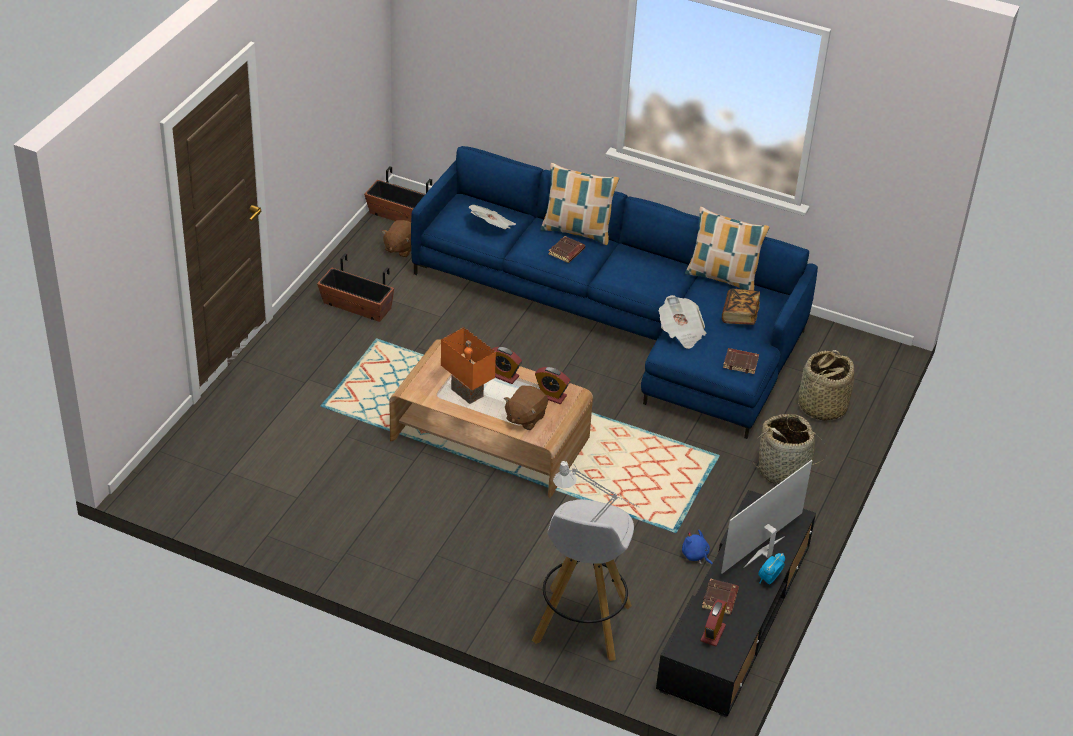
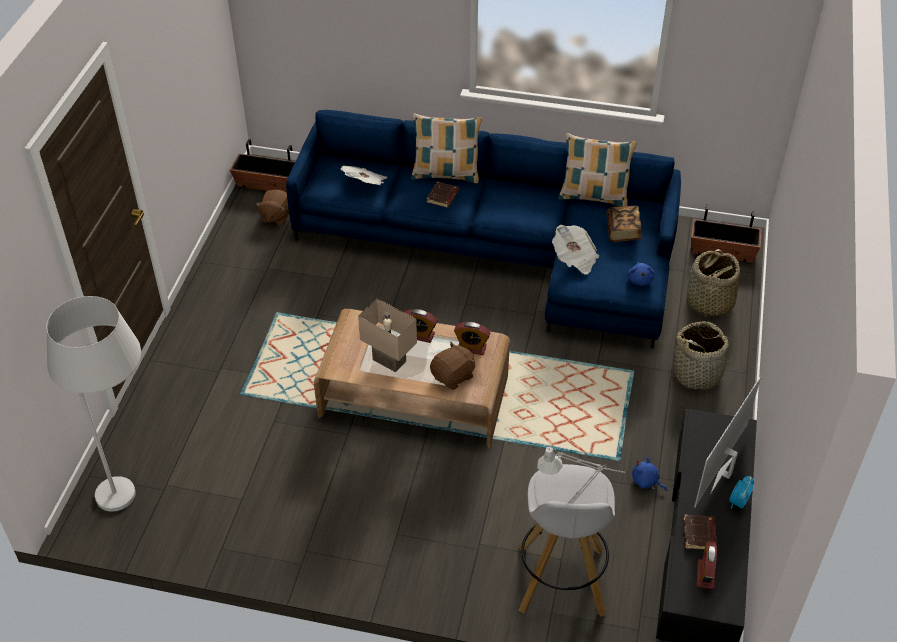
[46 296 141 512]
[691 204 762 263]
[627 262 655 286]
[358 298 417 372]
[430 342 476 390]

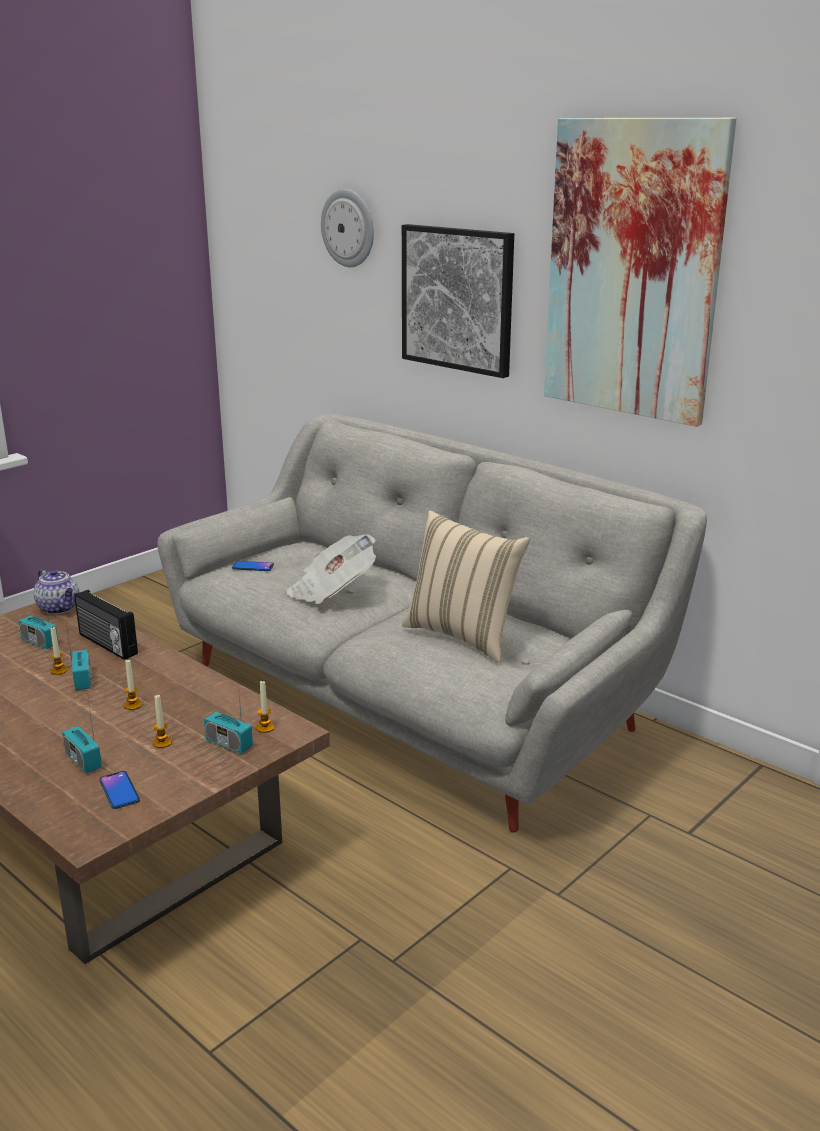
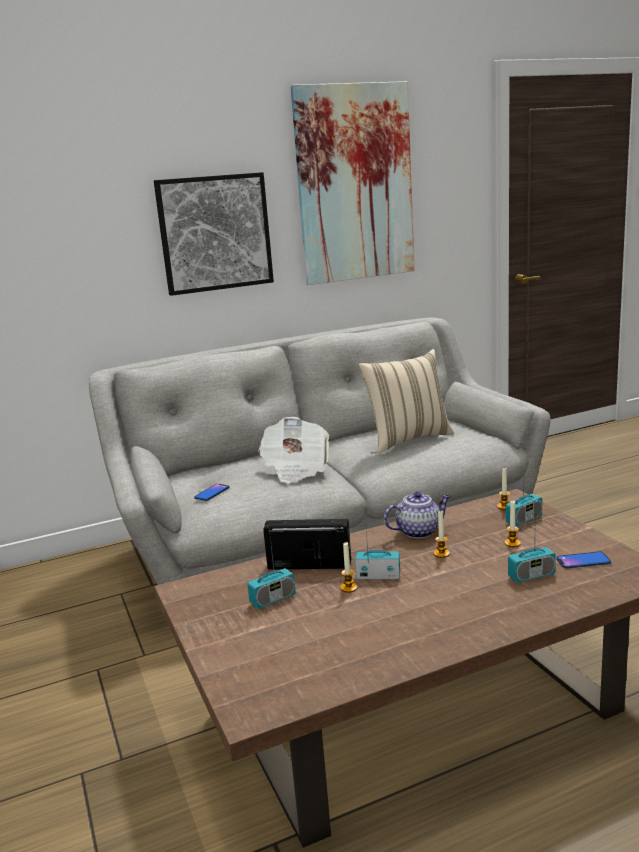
[321 189 374 267] (first image)
[384 491 451 538]
[263 519 351 570]

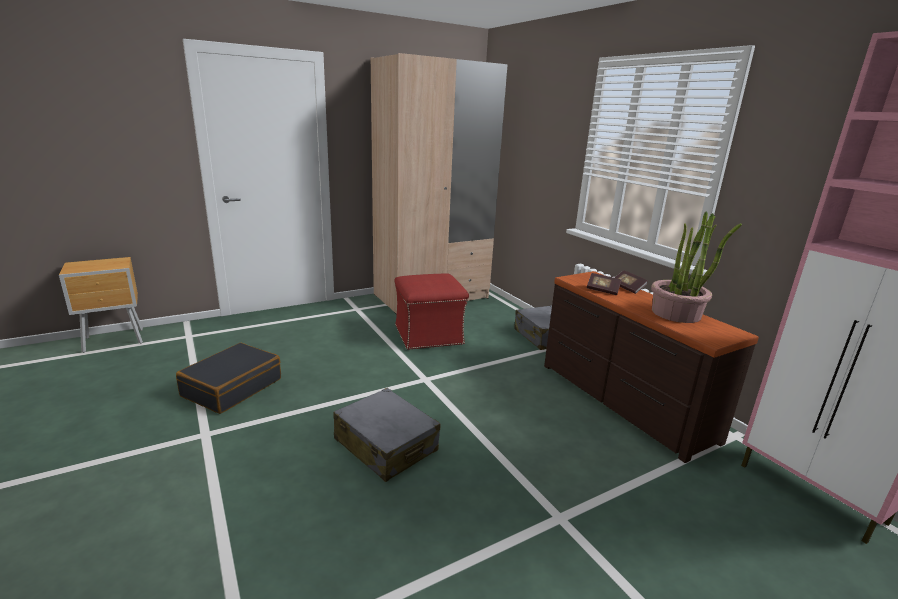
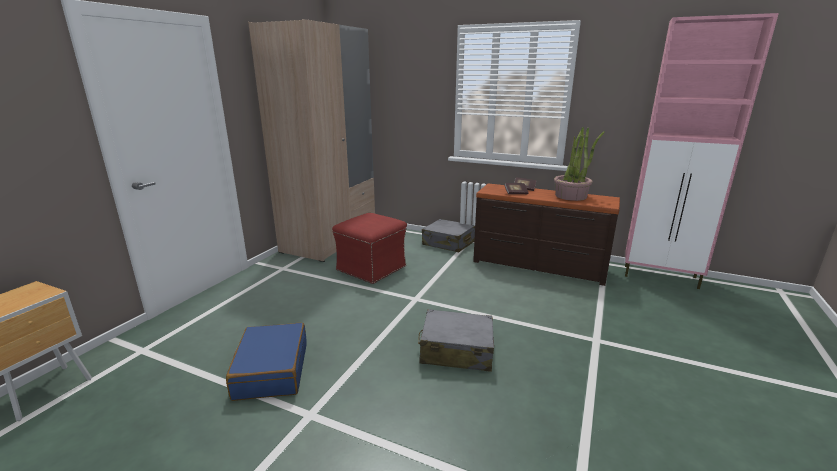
[226 323 307 401]

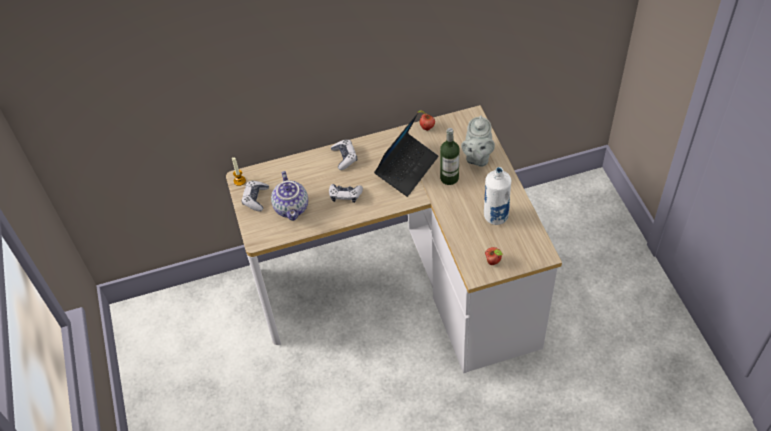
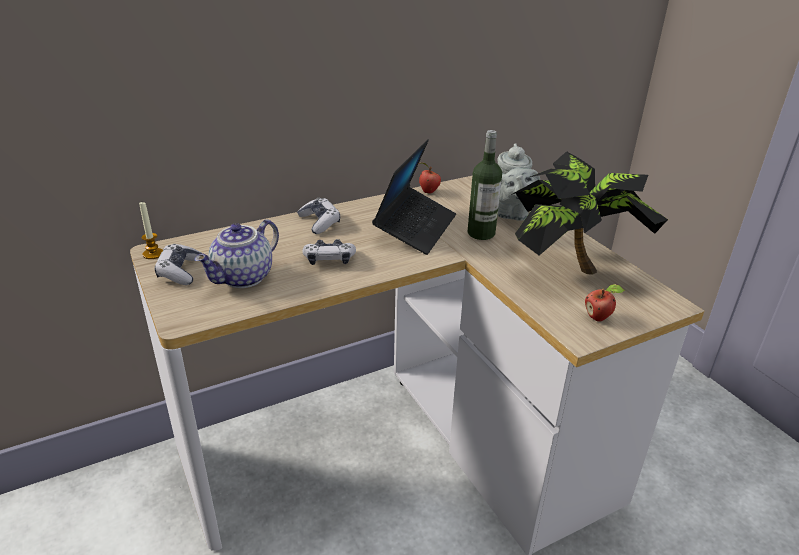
[511 151 668 275]
[194 219 279 288]

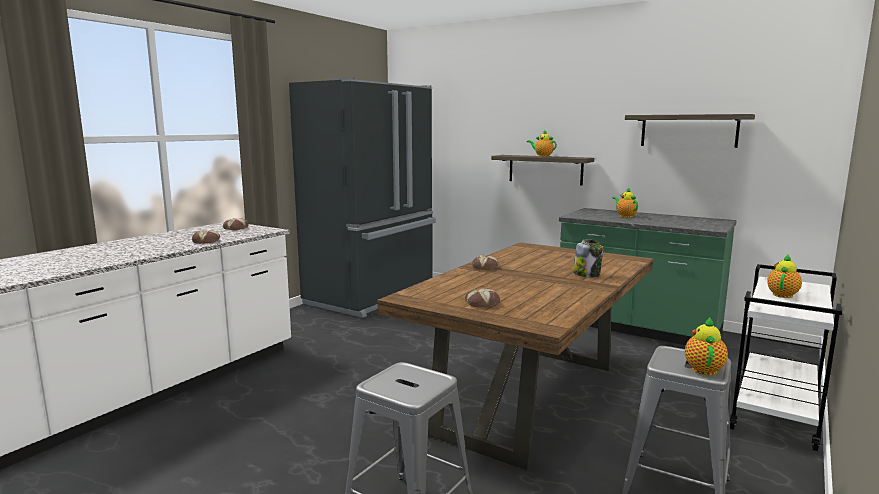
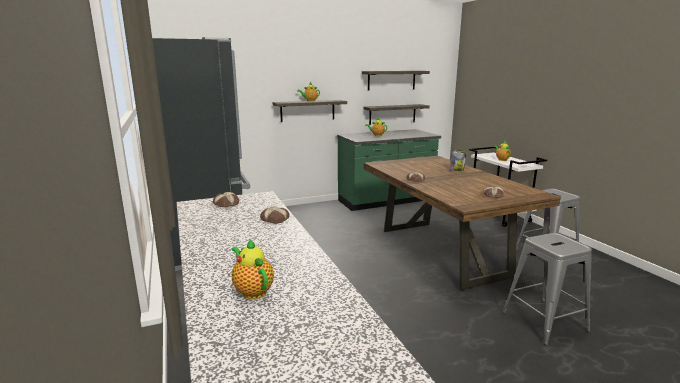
[363 104 430 125]
[231 239 274 299]

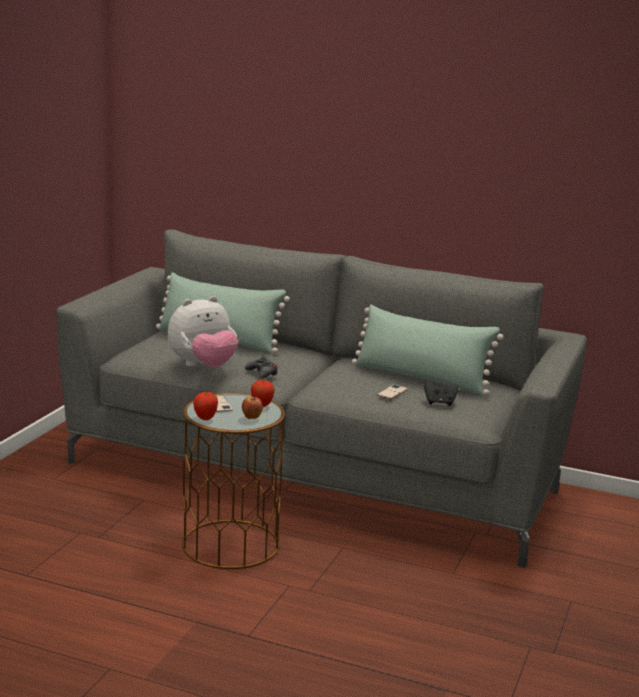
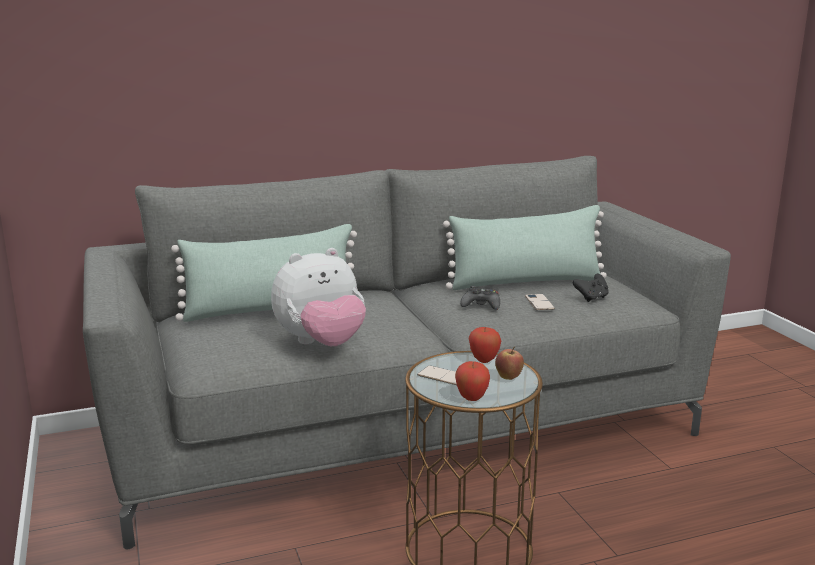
[460 286 500 310]
[271 248 366 346]

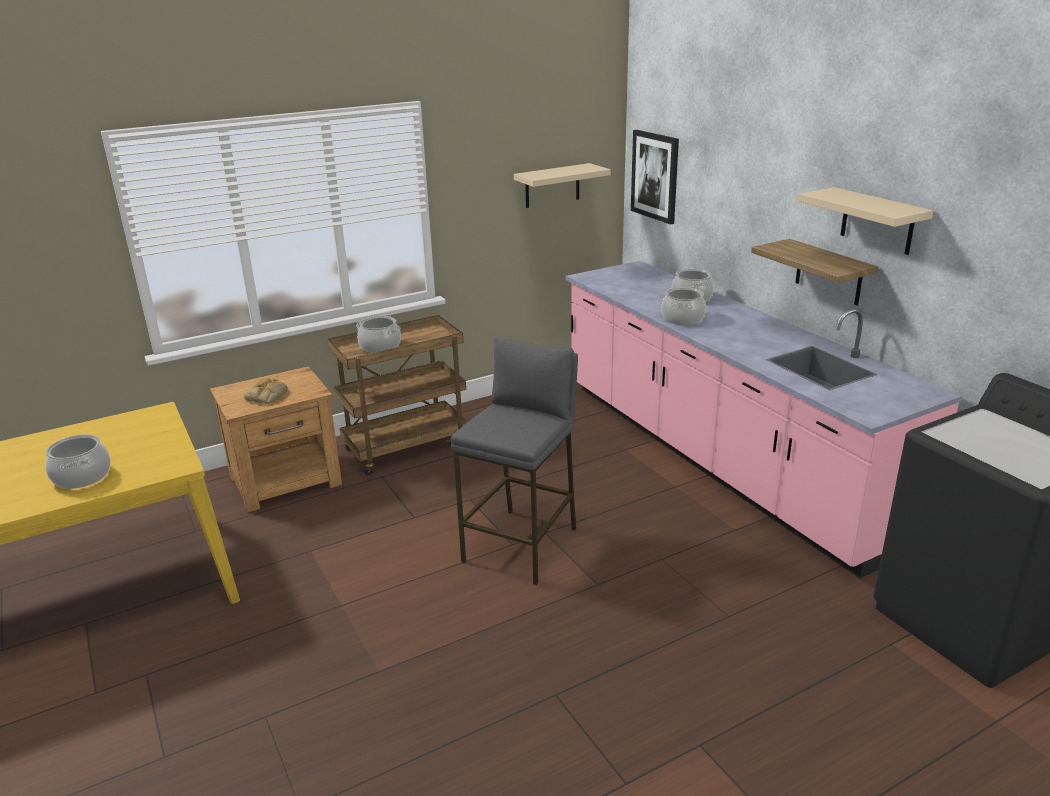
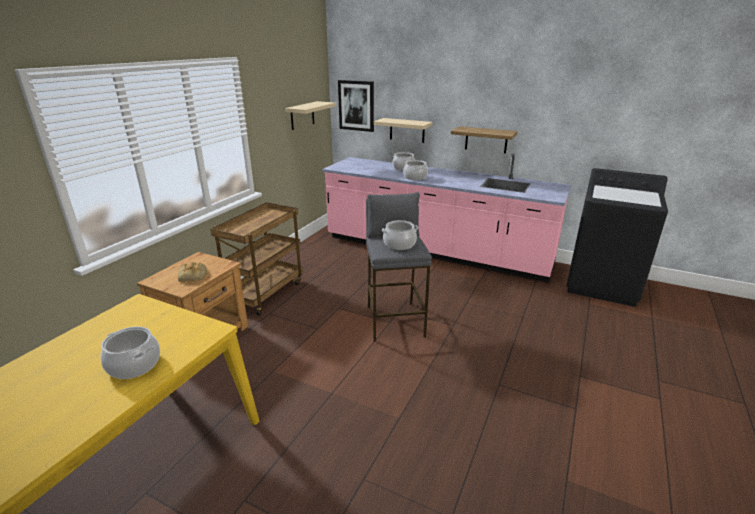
[382 220 418 250]
[374 118 432 143]

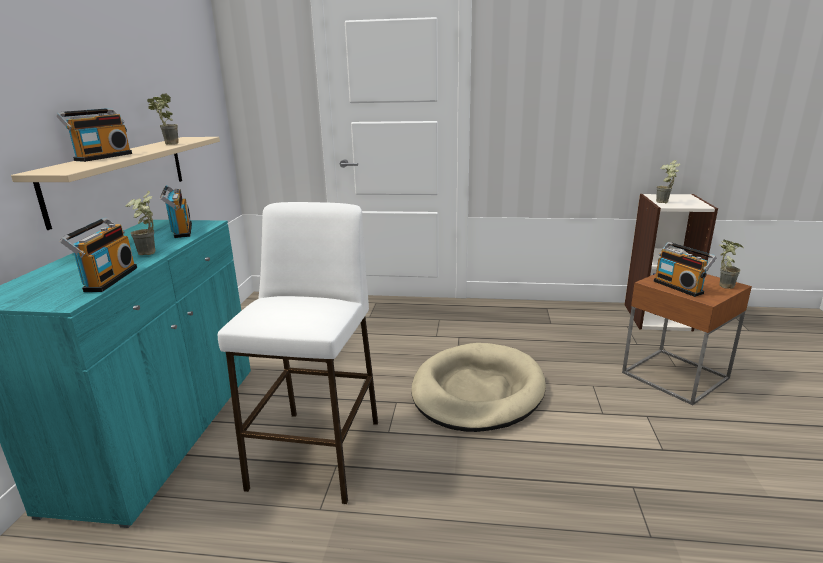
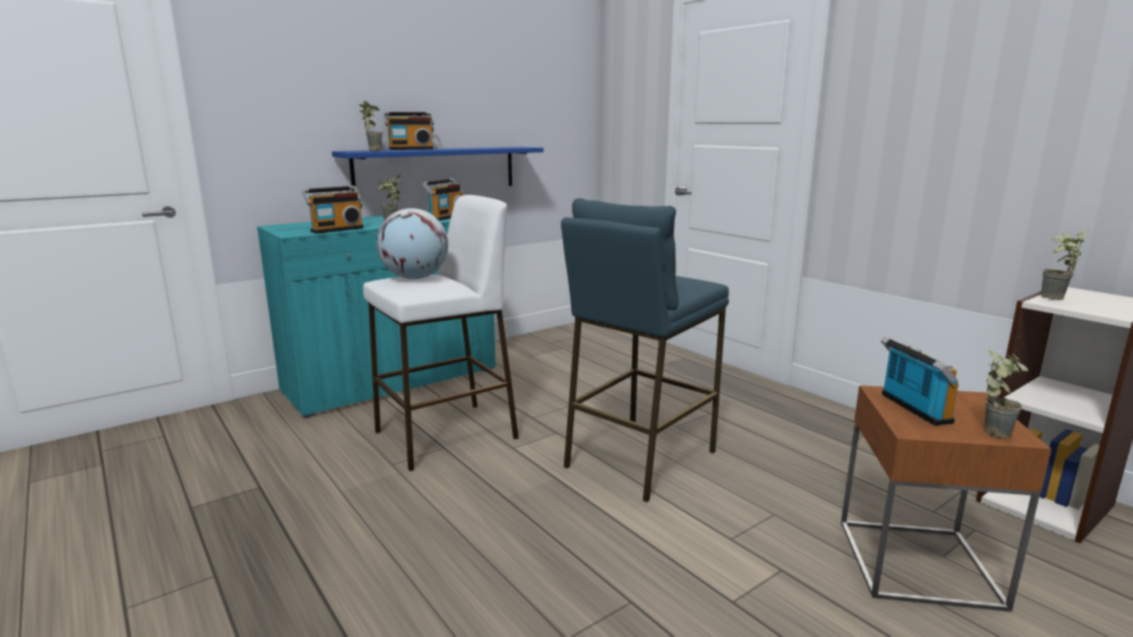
[376 208 448 279]
[359 101 383 151]
[561 198 729 502]
[332 147 544 192]
[881 337 959 426]

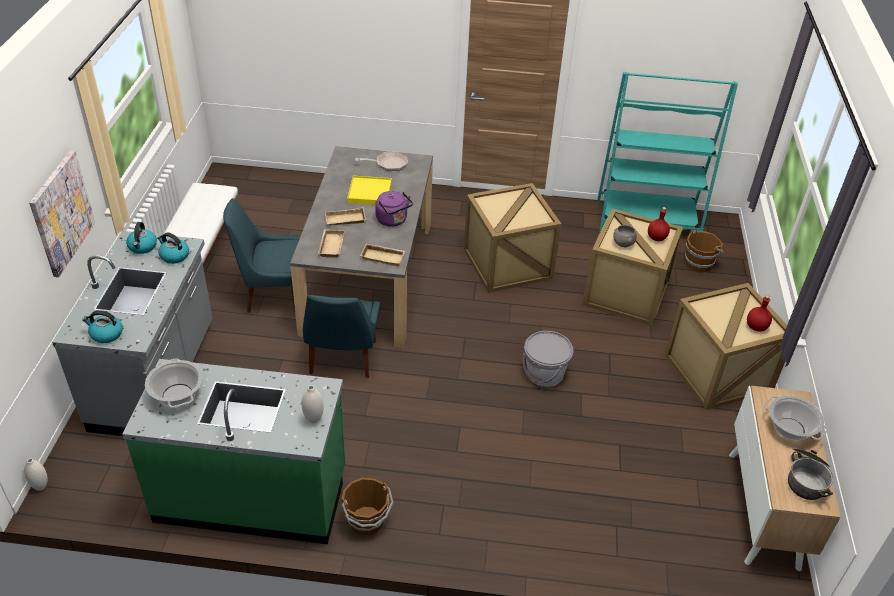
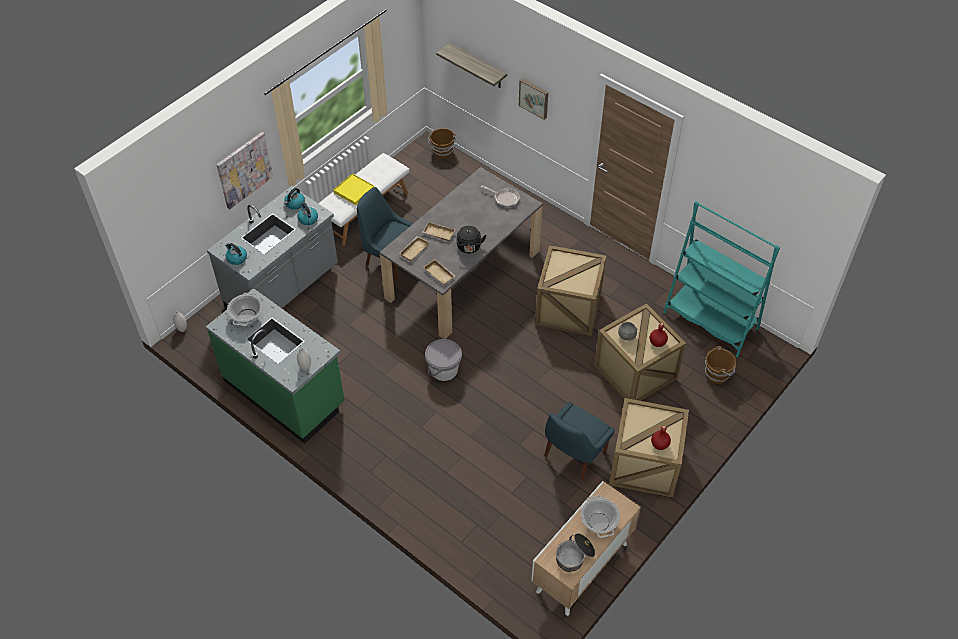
[436 43 507 88]
[519 78 548 120]
[544 402 615 480]
[428 128 456 159]
[333 173 374 205]
[425 339 462 381]
[457 226 486 253]

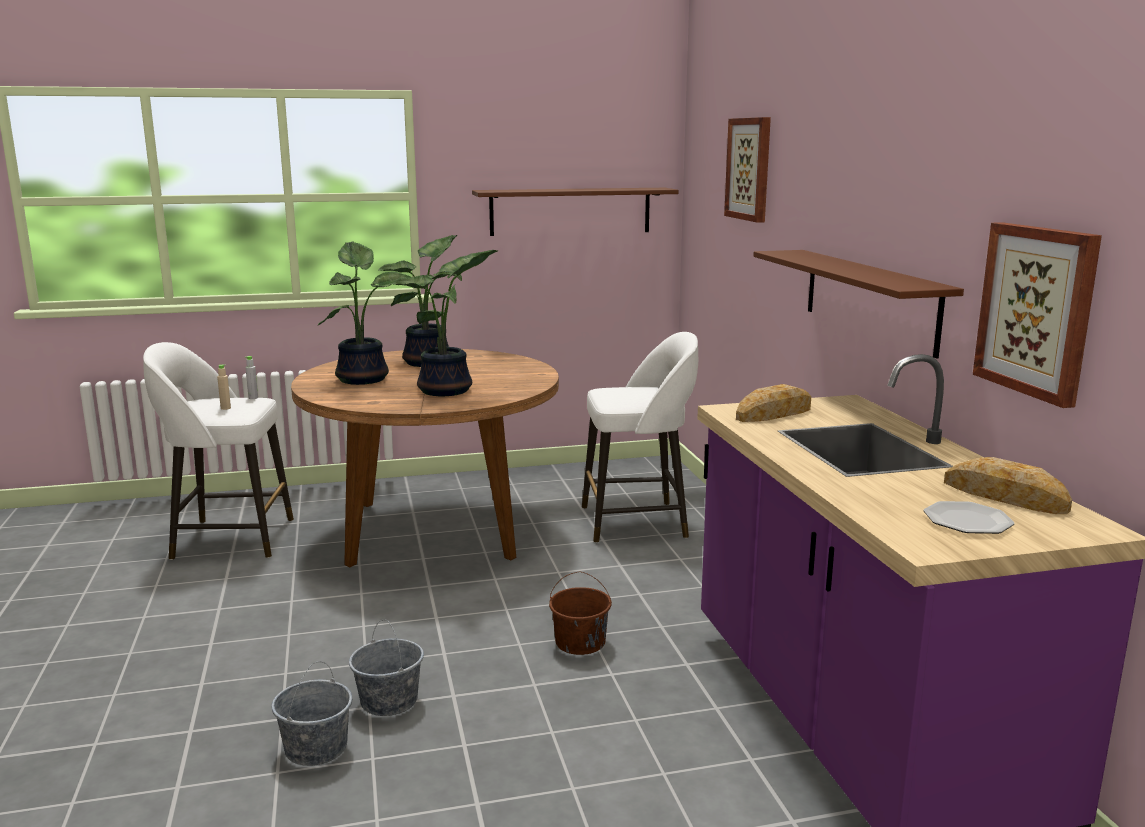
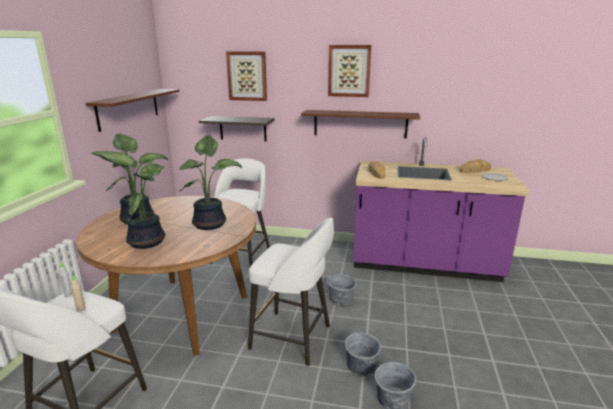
[199 116 274 142]
[248 217 334 366]
[328 45 371 97]
[327 268 357 306]

